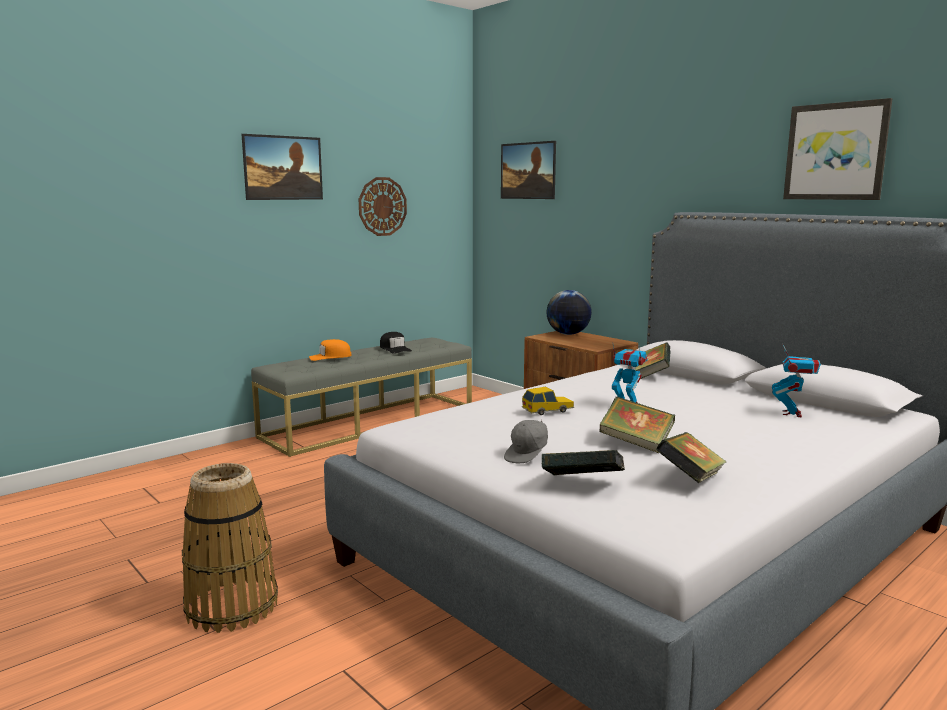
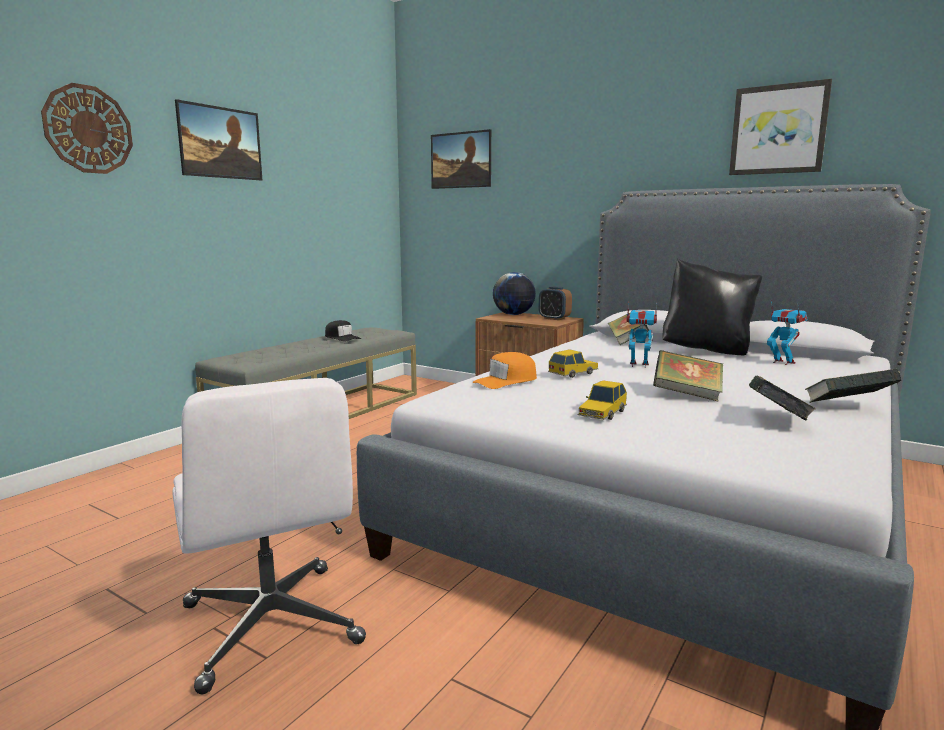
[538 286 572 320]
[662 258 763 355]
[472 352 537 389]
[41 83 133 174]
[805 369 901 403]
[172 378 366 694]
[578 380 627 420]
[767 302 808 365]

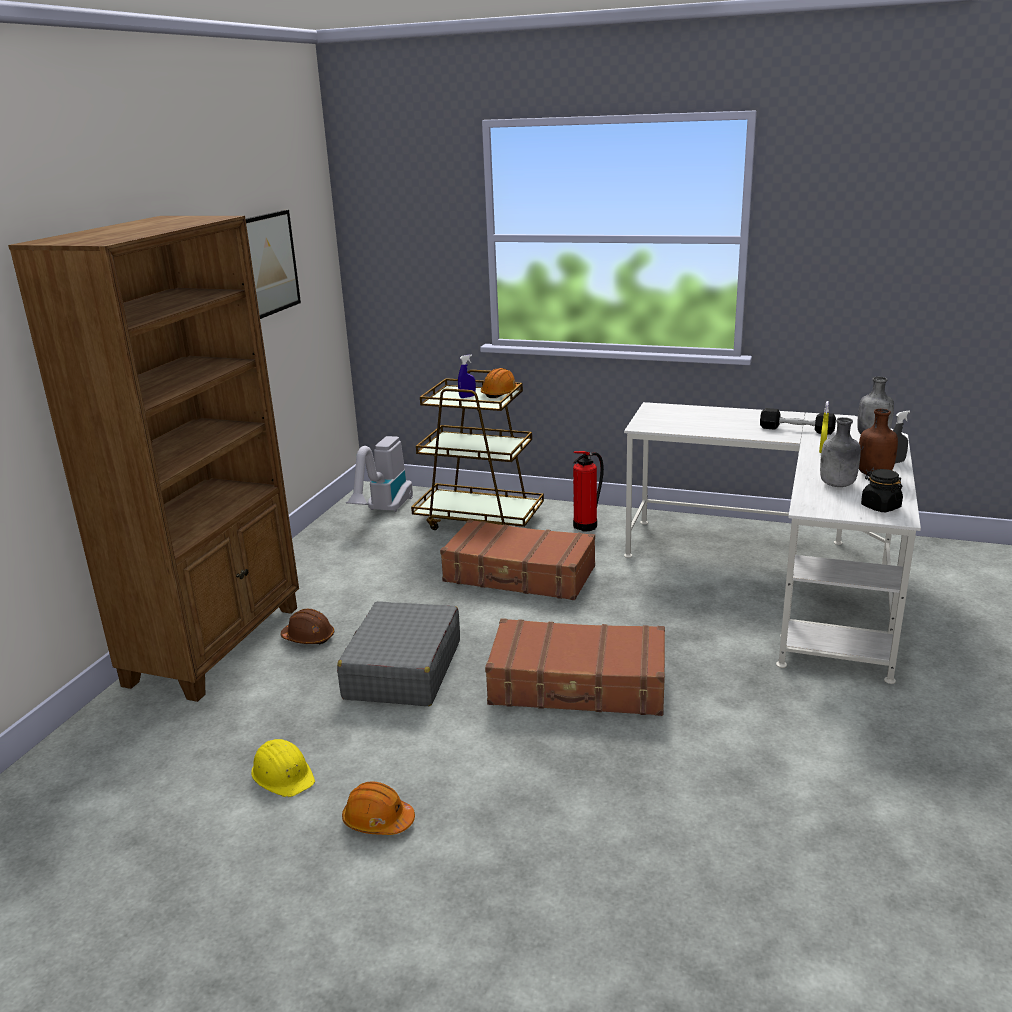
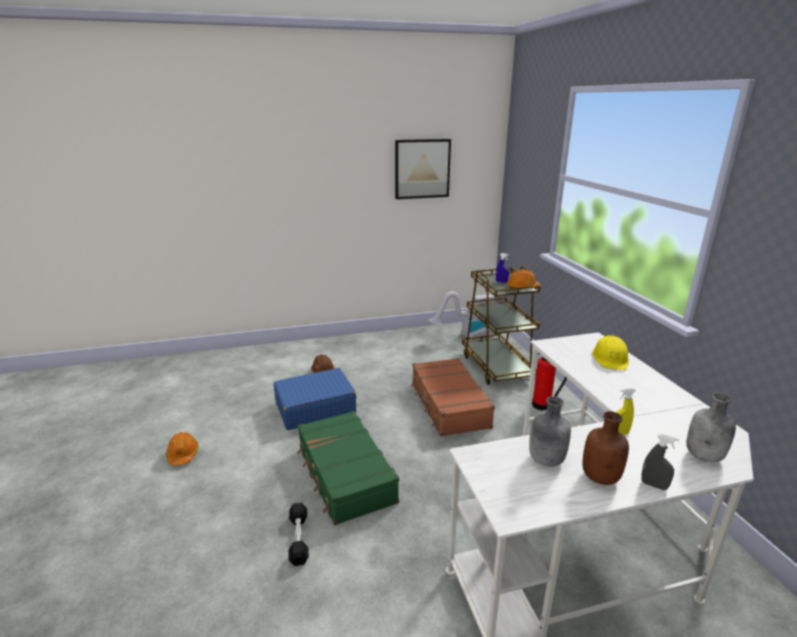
[8 216 299 702] (first image)
[861 469 903 512] (first image)
[592 335 629 370]
[288 502 309 566]
[274 368 356 430]
[297 411 399 525]

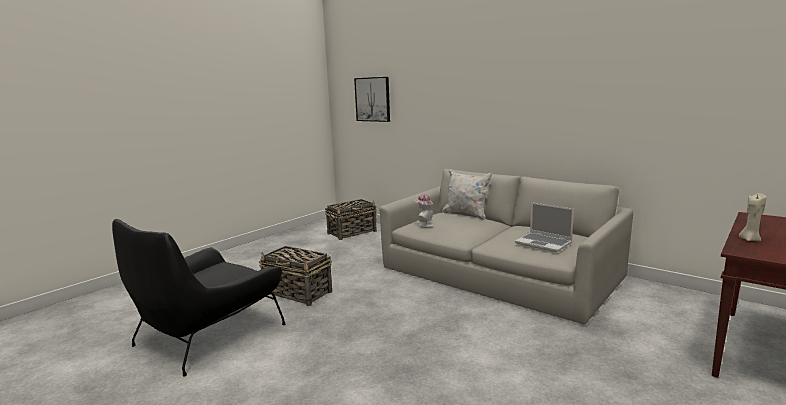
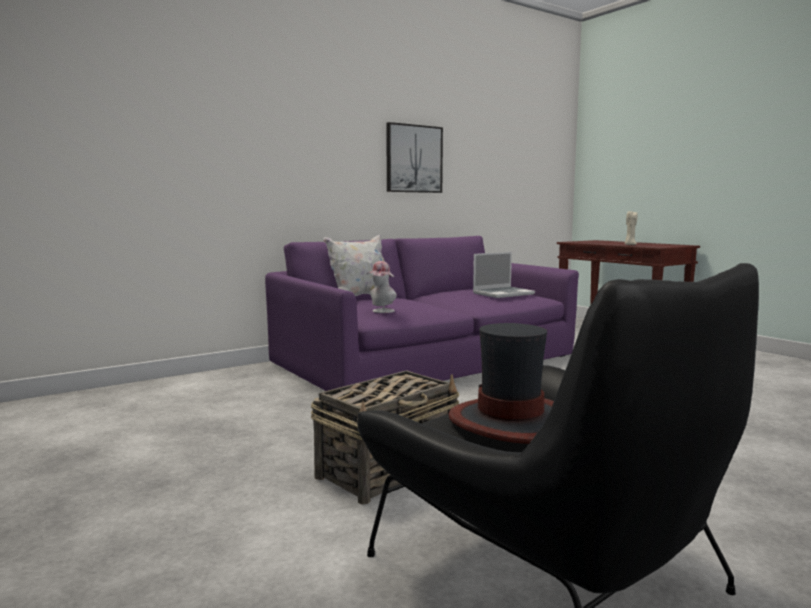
[325 199 377 240] (first image)
[448 323 554 444]
[386 122 443 193]
[265 236 579 391]

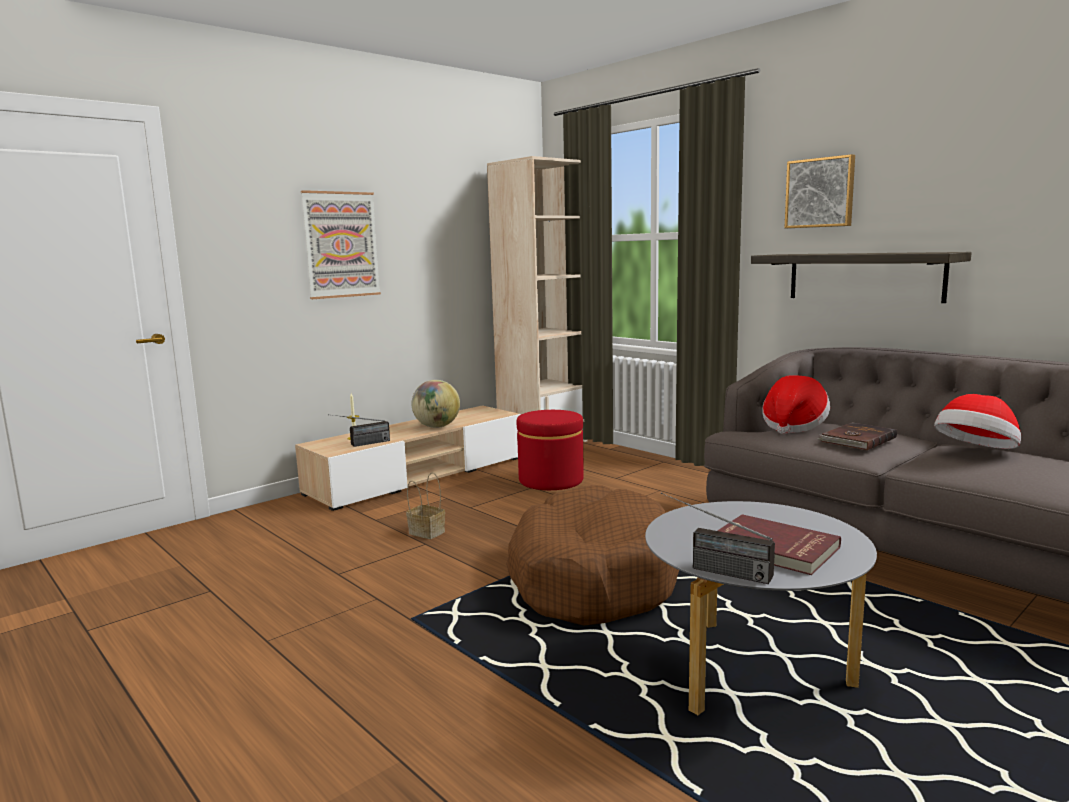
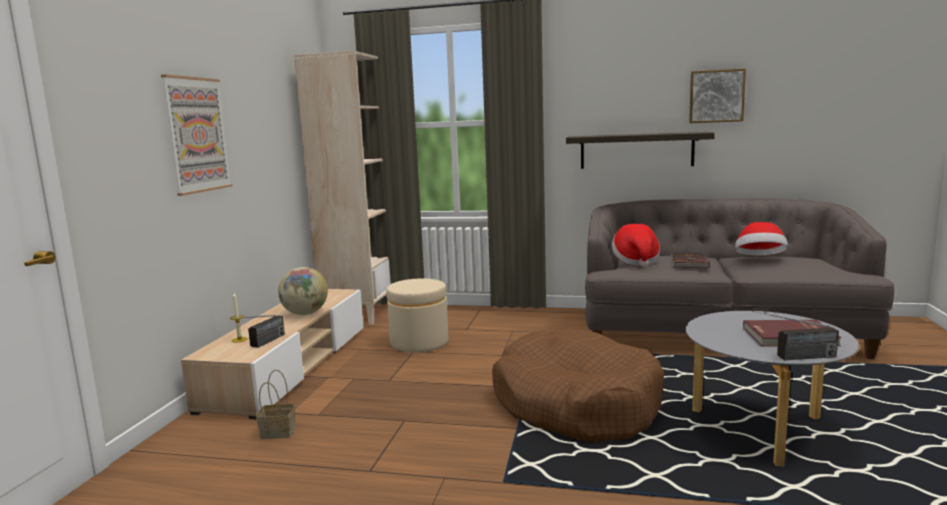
[256 370 296 439]
[689 69 746 123]
[386 278 448 353]

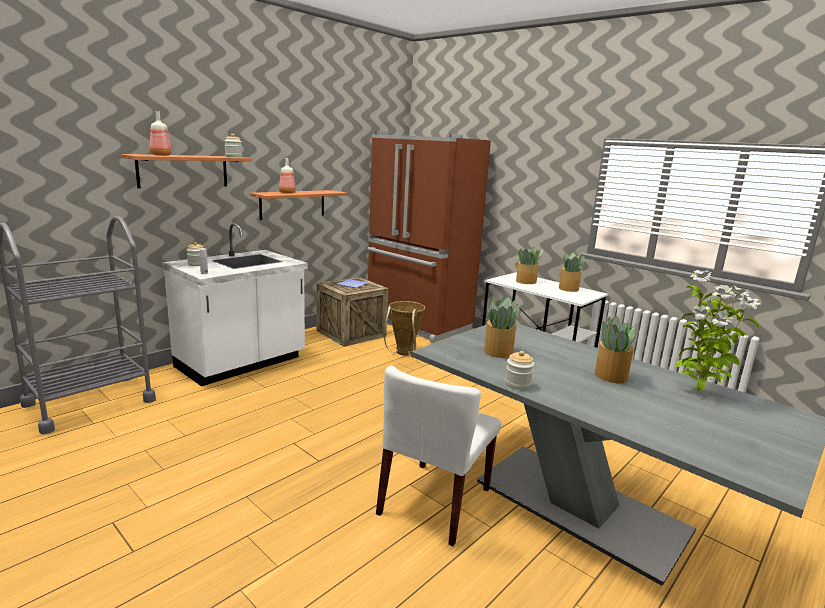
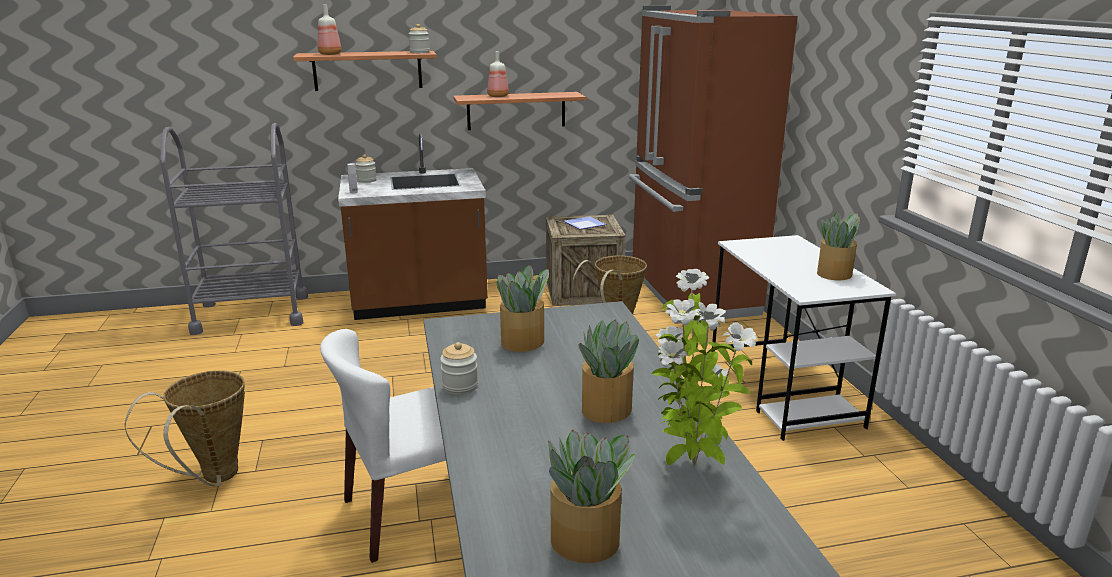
[125 370 245 486]
[548 430 636 563]
[338 133 488 320]

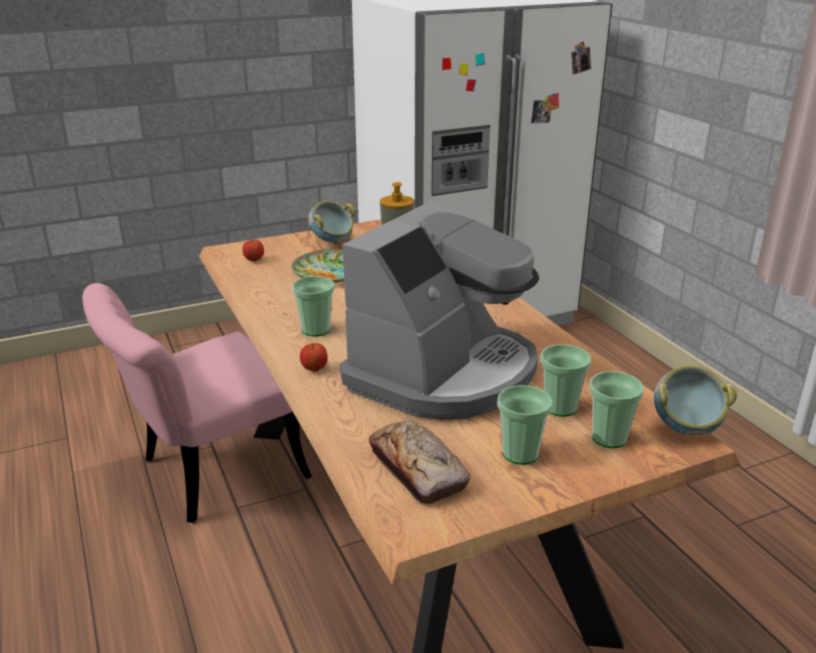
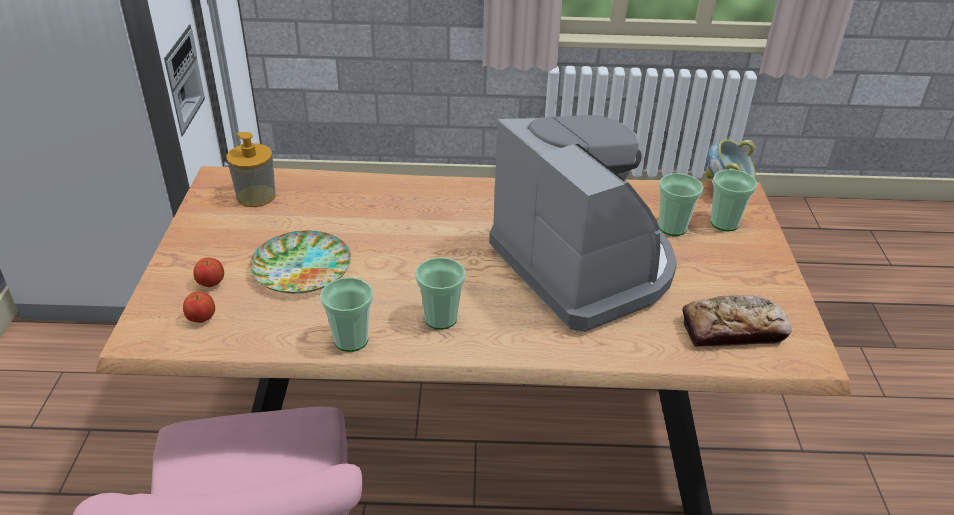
[308 201 356 244] (first image)
[193 258 224 287]
[321 277 373 352]

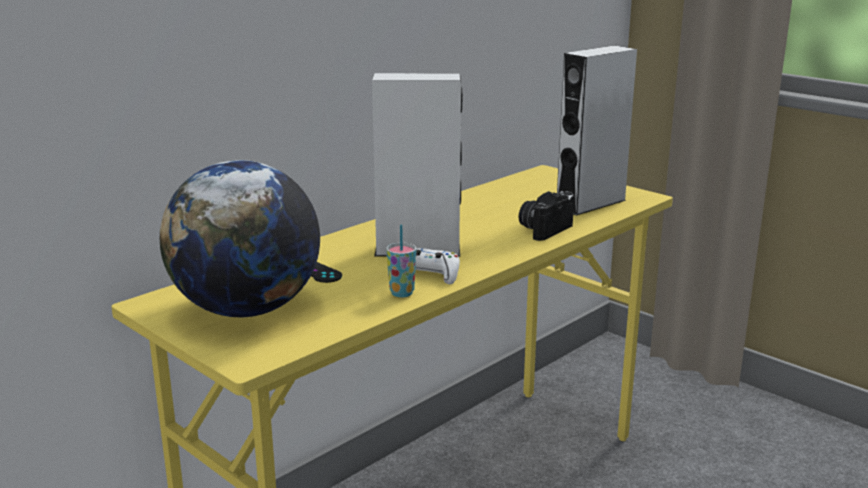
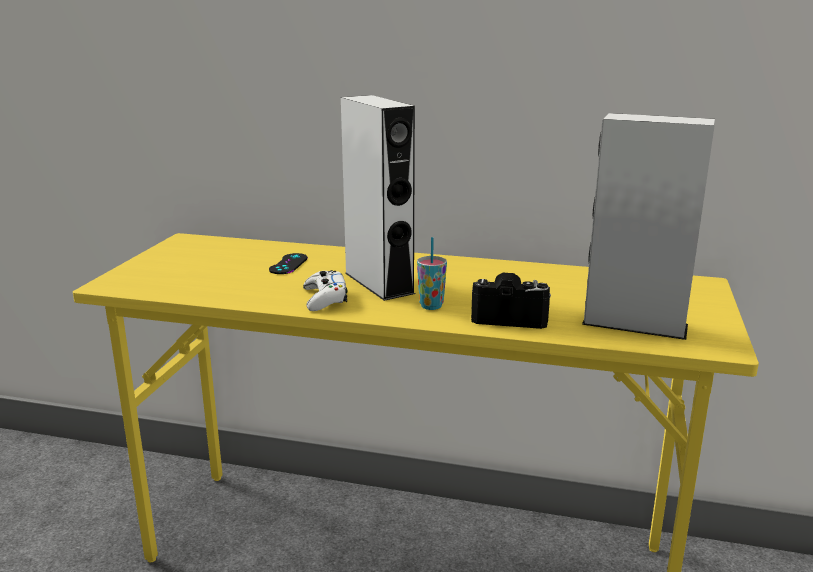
[160 160 320 317] (first image)
[417 237 447 310]

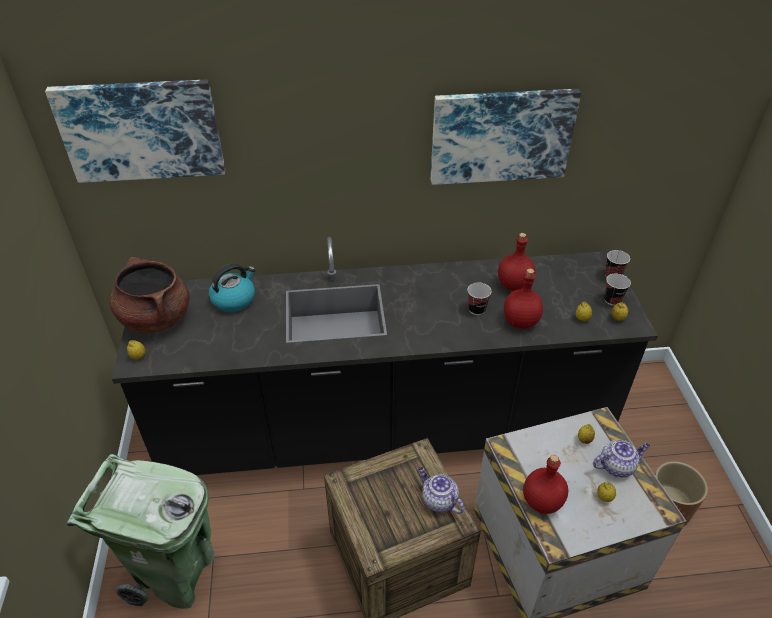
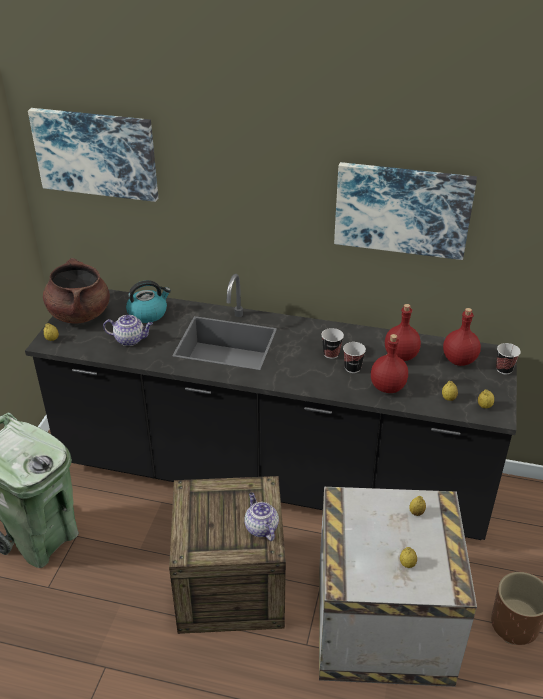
[443 308 481 366]
[103 315 153 346]
[321 328 344 359]

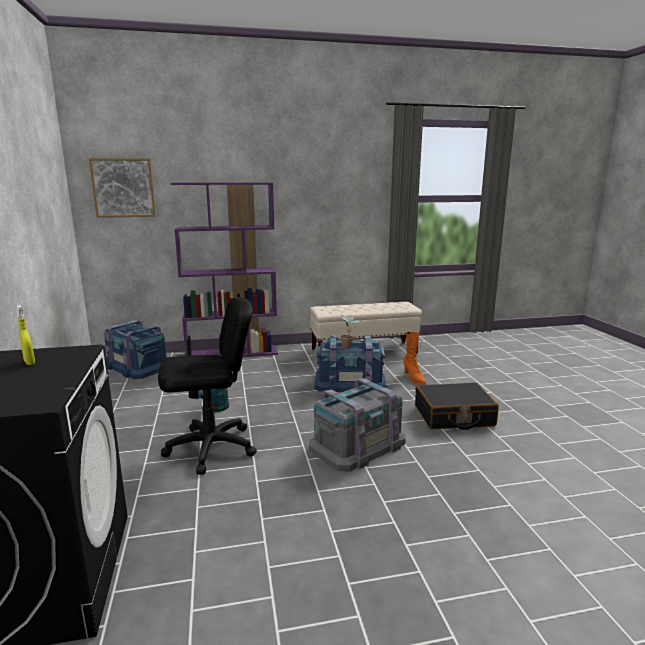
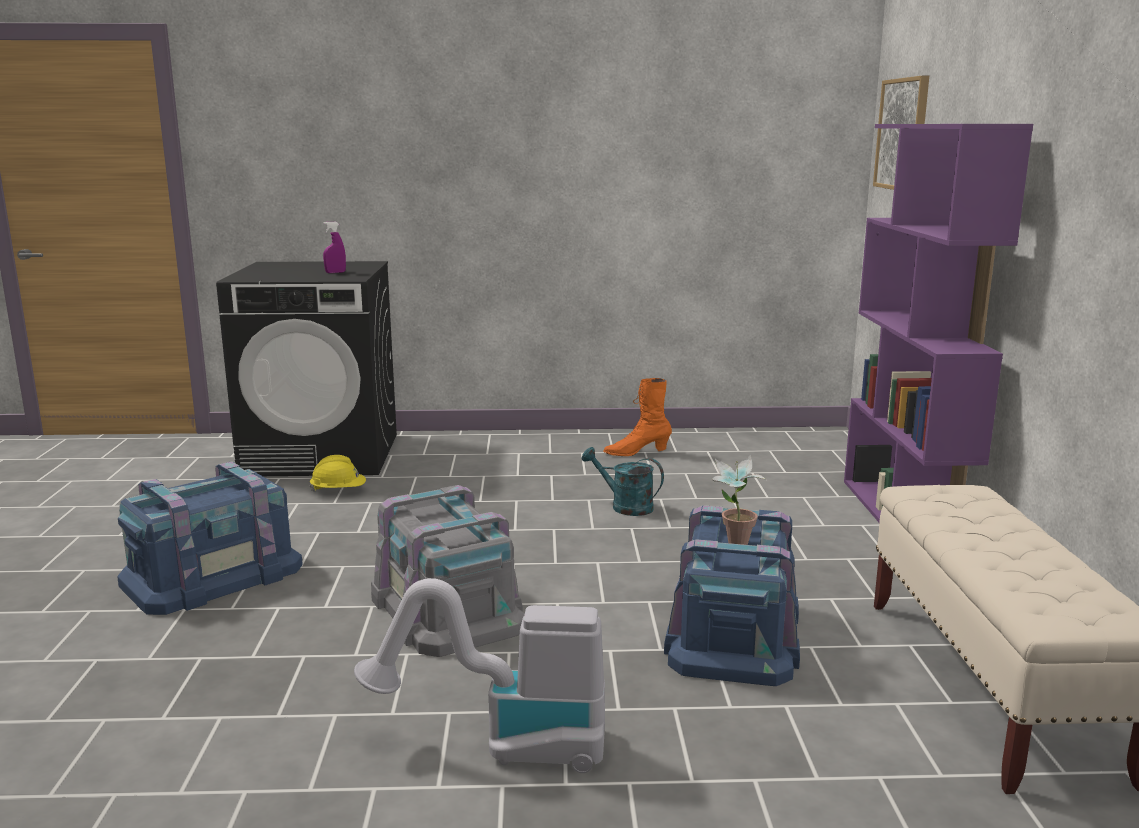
[158 297 257 475] (first image)
[309 455 366 491]
[117 461 303 615]
[603 378 672 456]
[354 578 605 773]
[323 222 346 273]

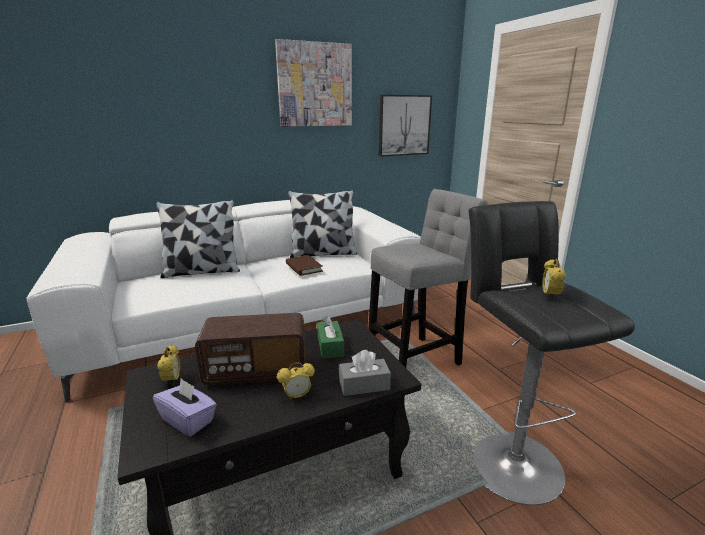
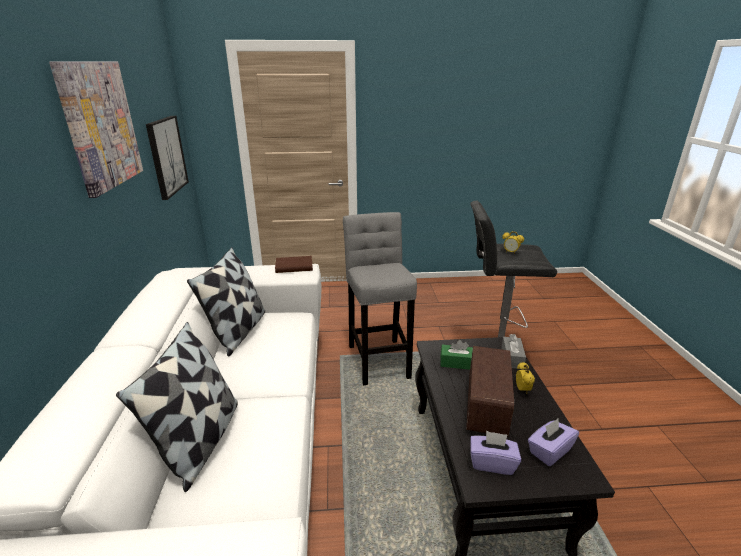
[275 256 313 273]
[470 431 521 475]

